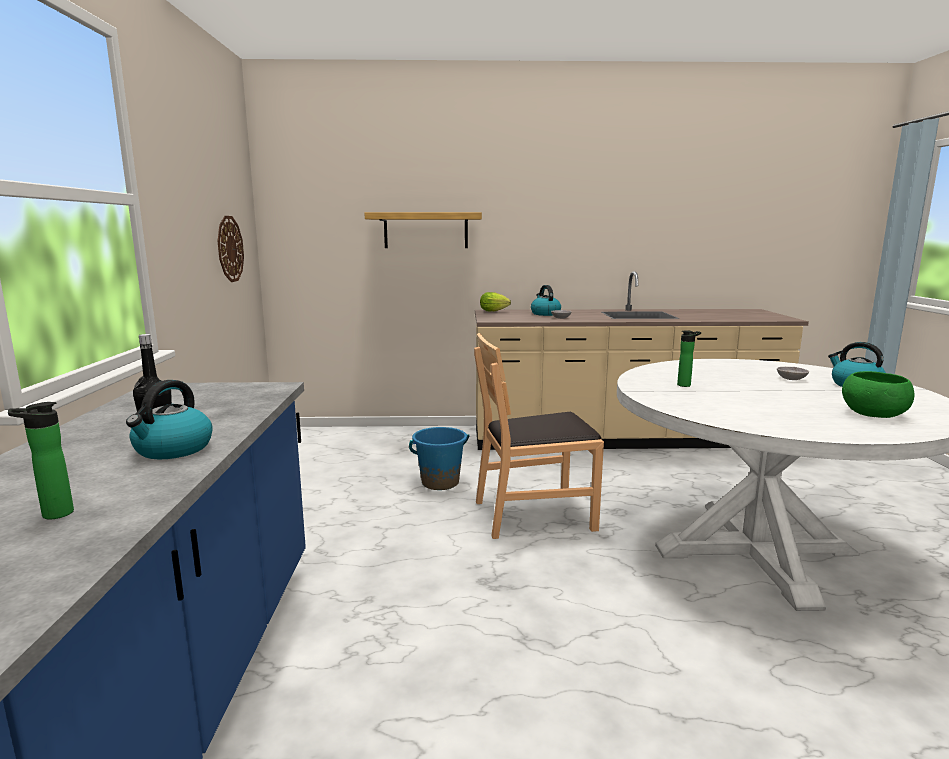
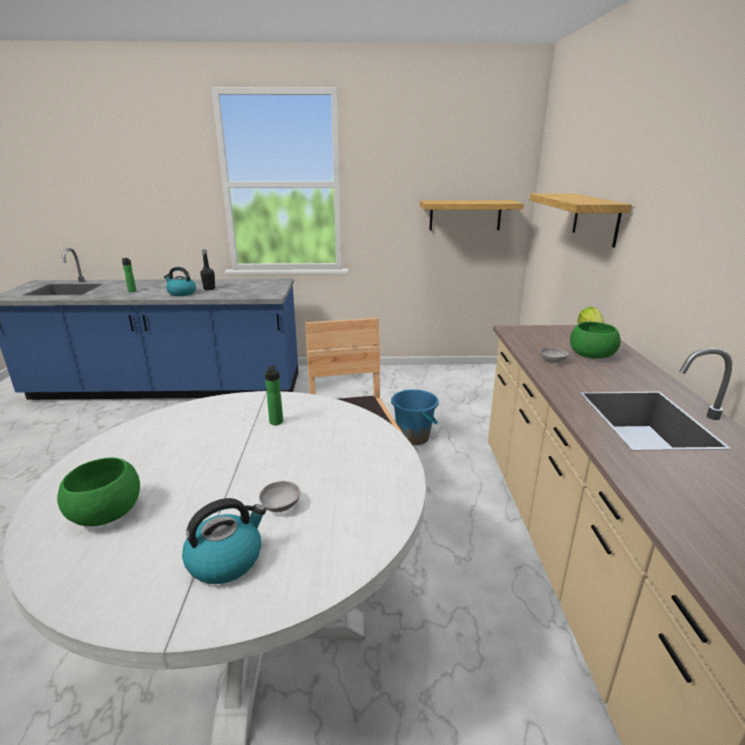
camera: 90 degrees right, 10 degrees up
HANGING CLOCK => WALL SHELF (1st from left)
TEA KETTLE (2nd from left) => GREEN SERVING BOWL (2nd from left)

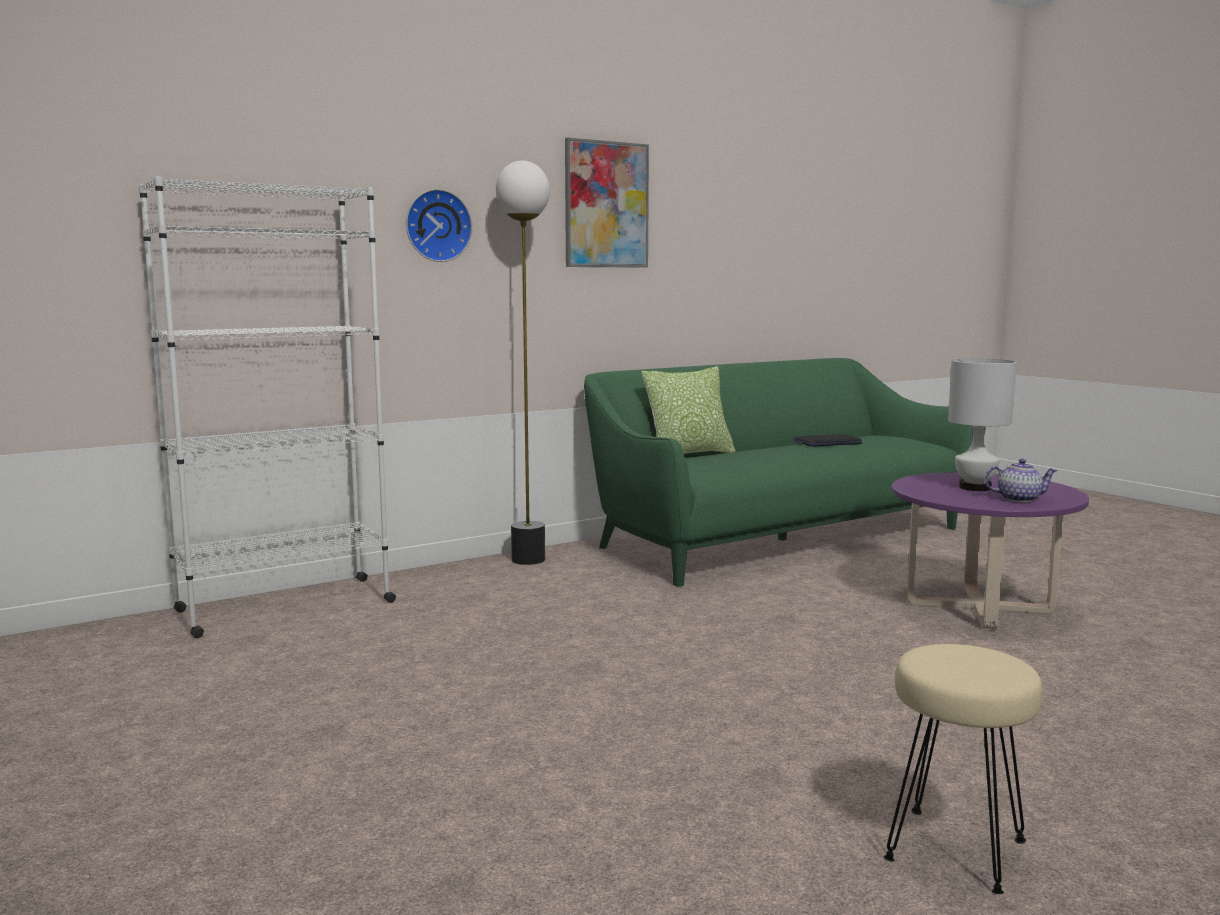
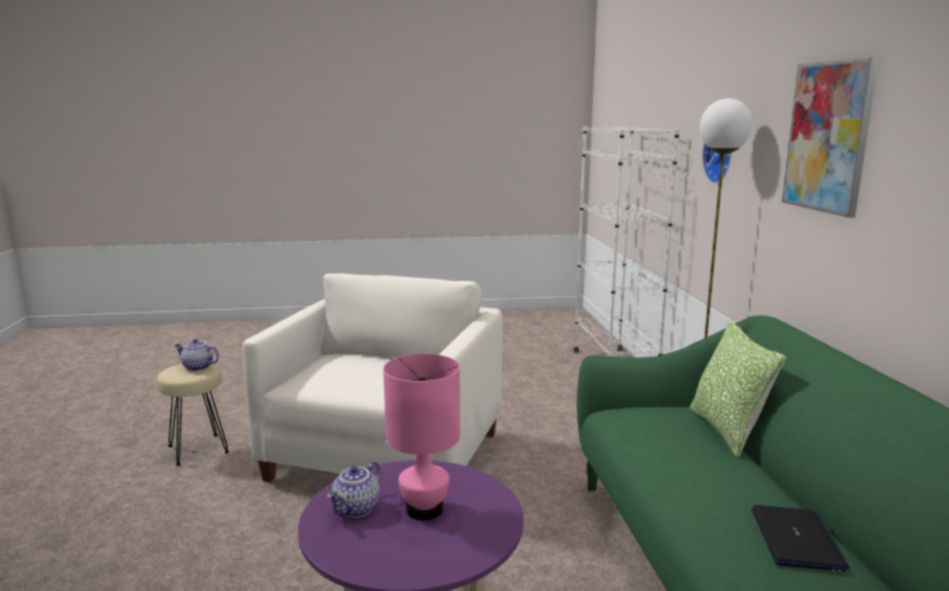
camera: 115 degrees right, 5 degrees up
nothing => POT FOR TEA (1st from left)
nothing => WHITISH ARMCHAIR
WHITISH LAMP FOR A TABLE => PINK-COLOURED LAMP FOR A TABLE

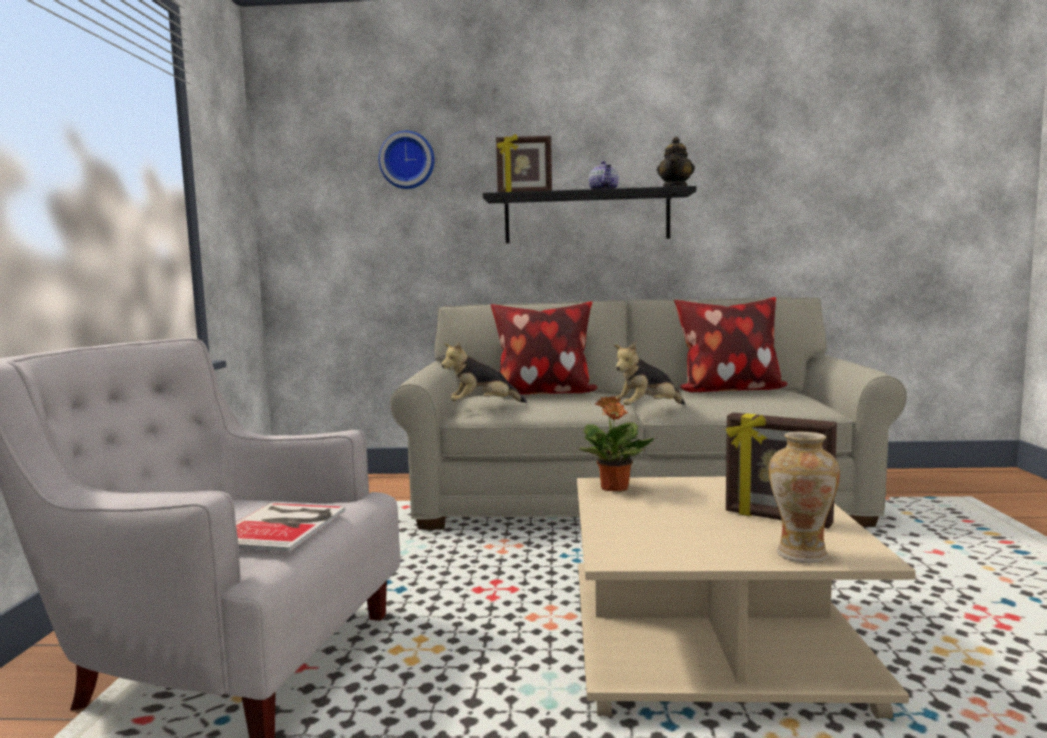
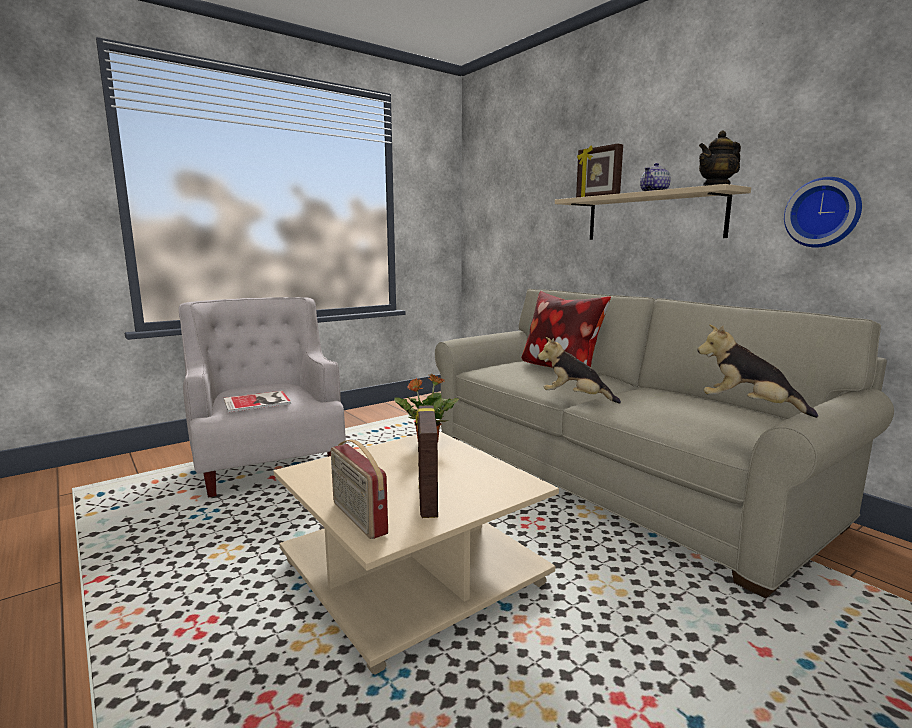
camera: 50 degrees right, 5 degrees up
VASE => RADIO RECEIVER
BLACK WALL SHELF => BEIGE WALL SHELF
PLUSH TOY (1st from left in the first image) => PLUSH TOY (2nd from left), moved
HANGING CLOCK, moved
THROW PILLOW (2nd from left) => nothing

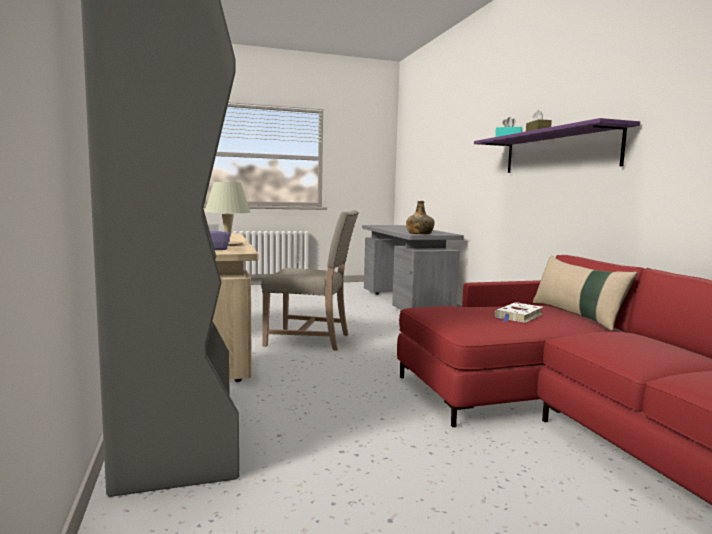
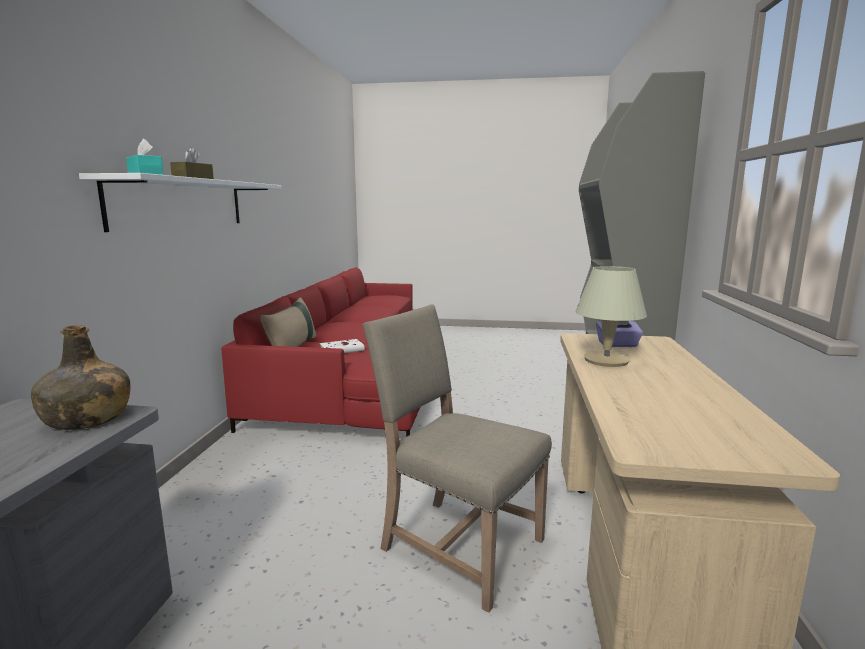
camera: 155 degrees left, 5 degrees up
PURPLE WALL SHELF => WHITISH WALL SHELF

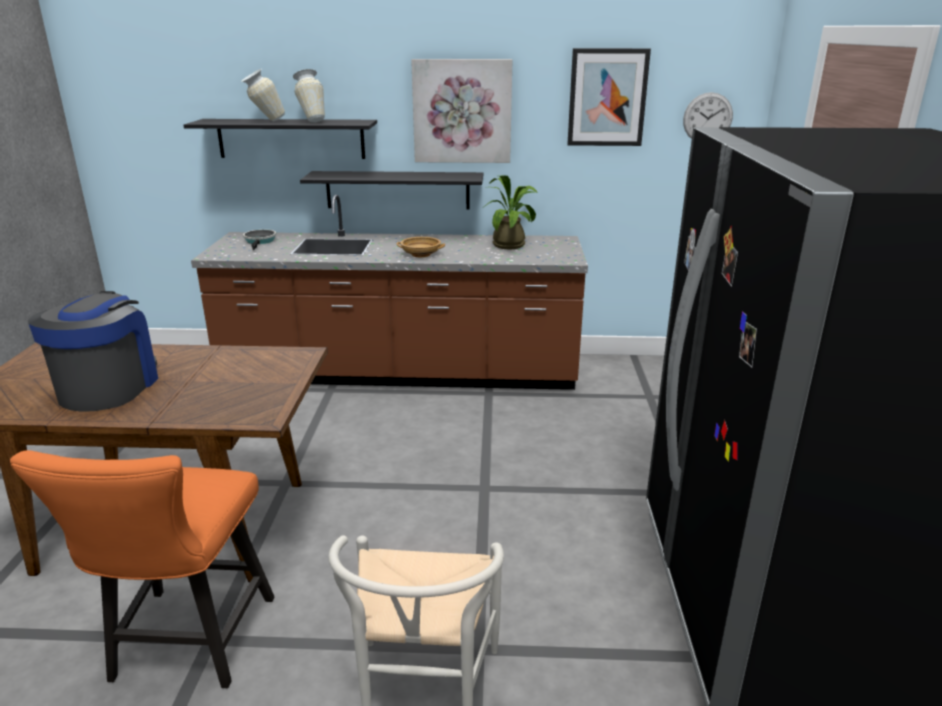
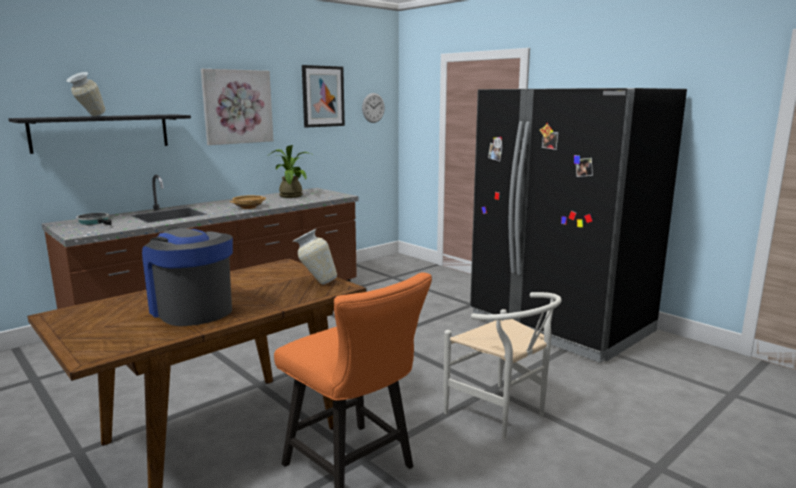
camera: 45 degrees left, 10 degrees down
VASE (2nd from left), moved
BLACK WALL SHELF (2nd from left) => nothing

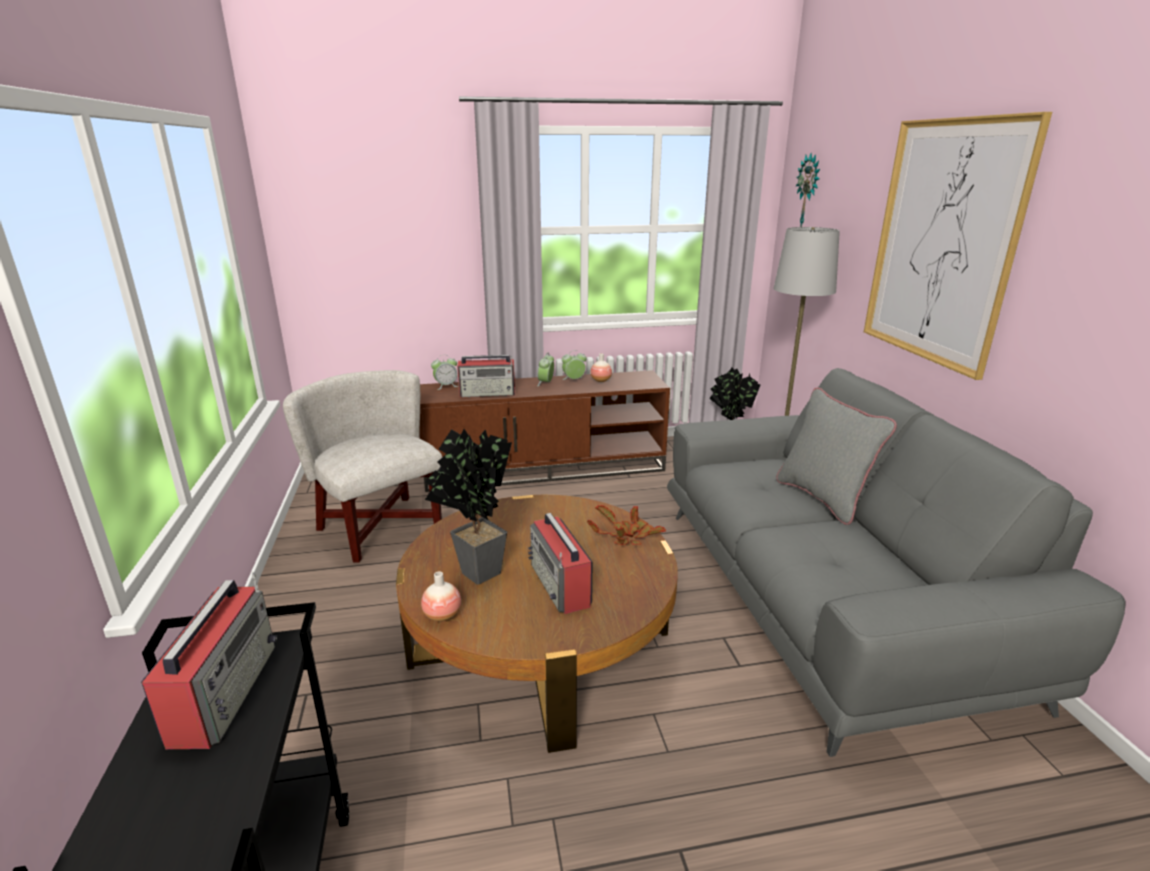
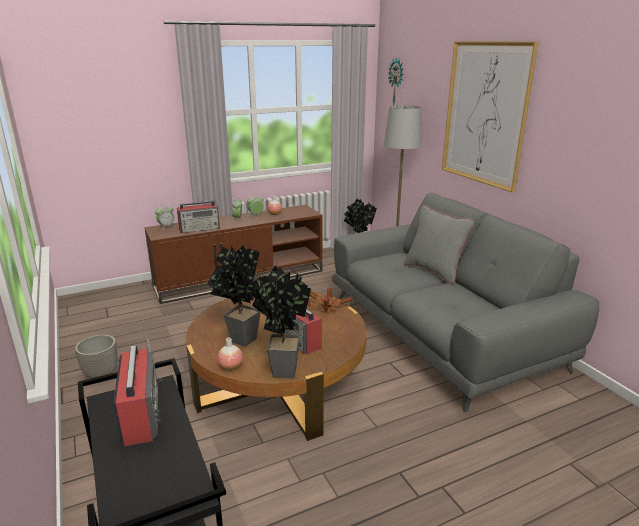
camera: 15 degrees left, 0 degrees up
nothing => FLOWER POT
nothing => PLANT IN A POT (2nd from left)
WHITISH ARMCHAIR => nothing

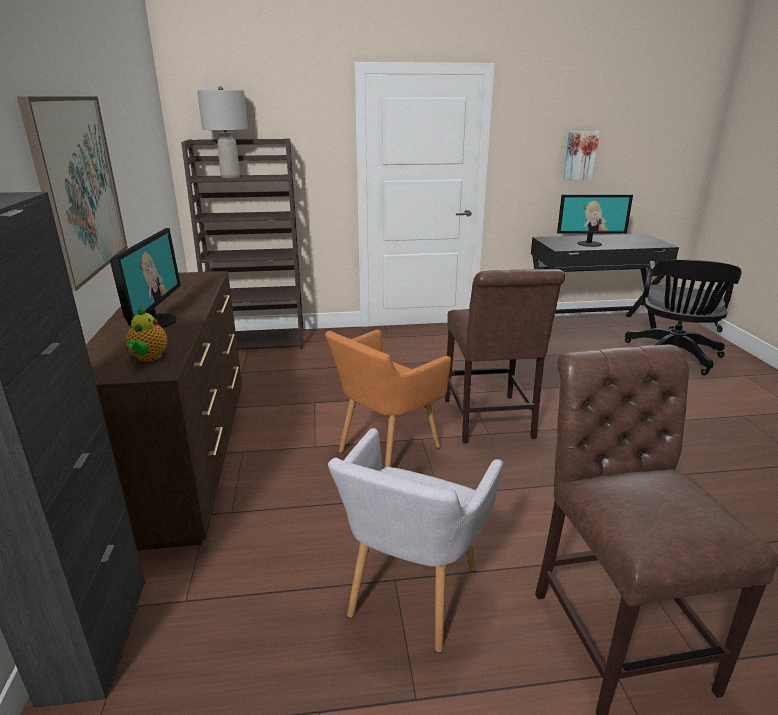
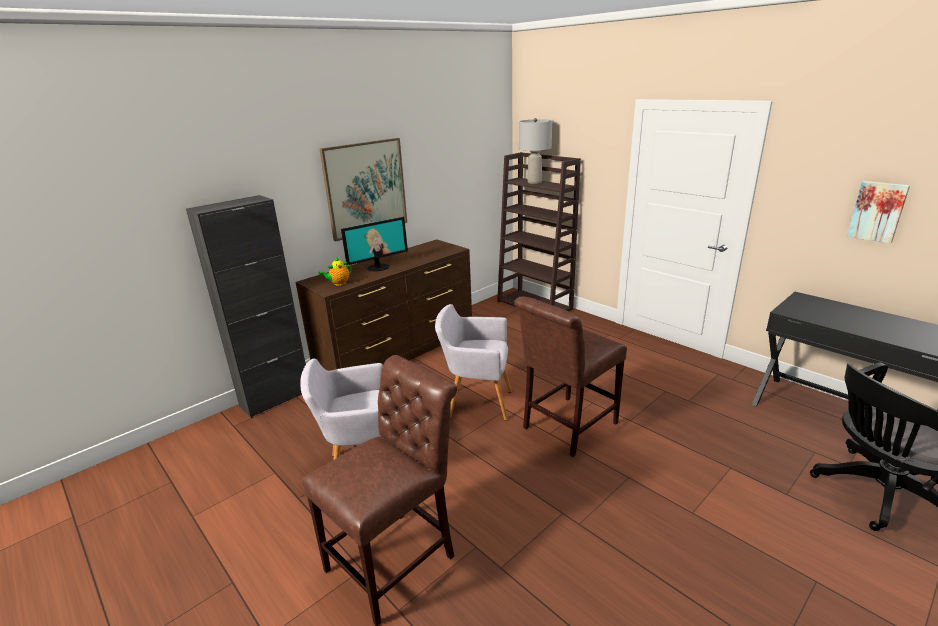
camera: 55 degrees right, 0 degrees up
ORANGE-COLOURED ARMCHAIR => GREY ARMCHAIR (2nd from left)
COMPUTER DISPLAY (2nd from left) => nothing

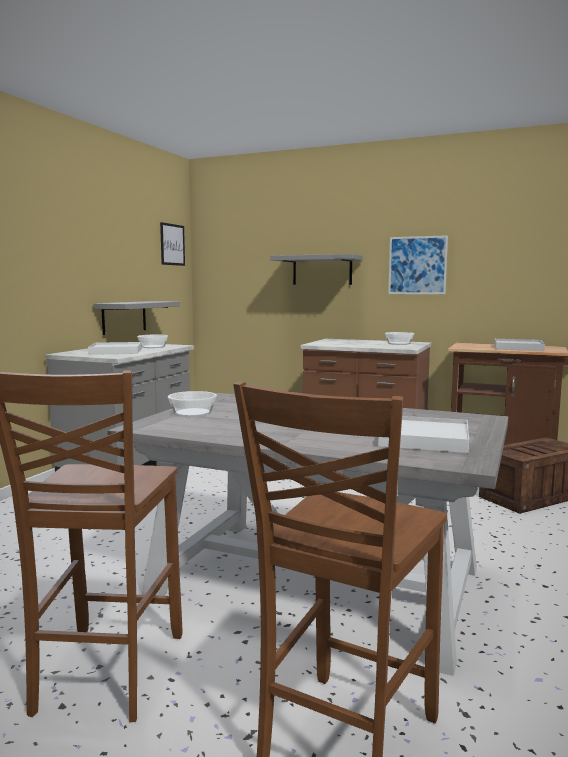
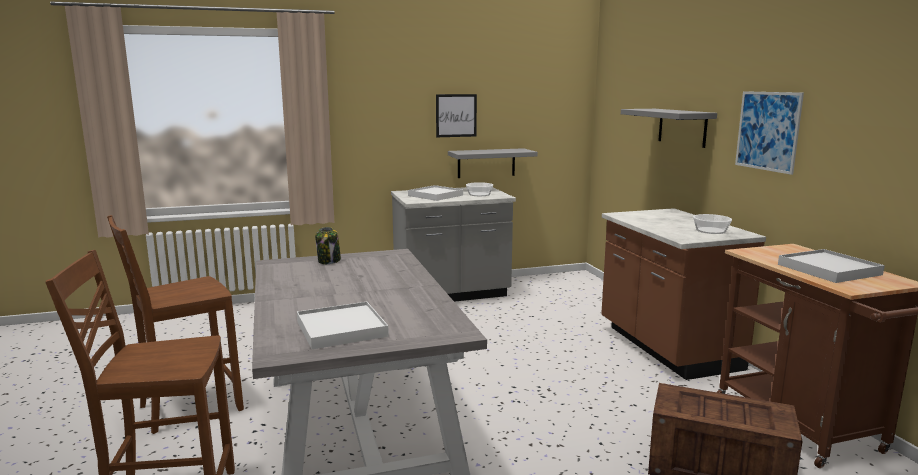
camera: 50 degrees right, 5 degrees up
SERVING BOWL (2nd from left) => JAR
WALL PICTURE (1st from left), moved

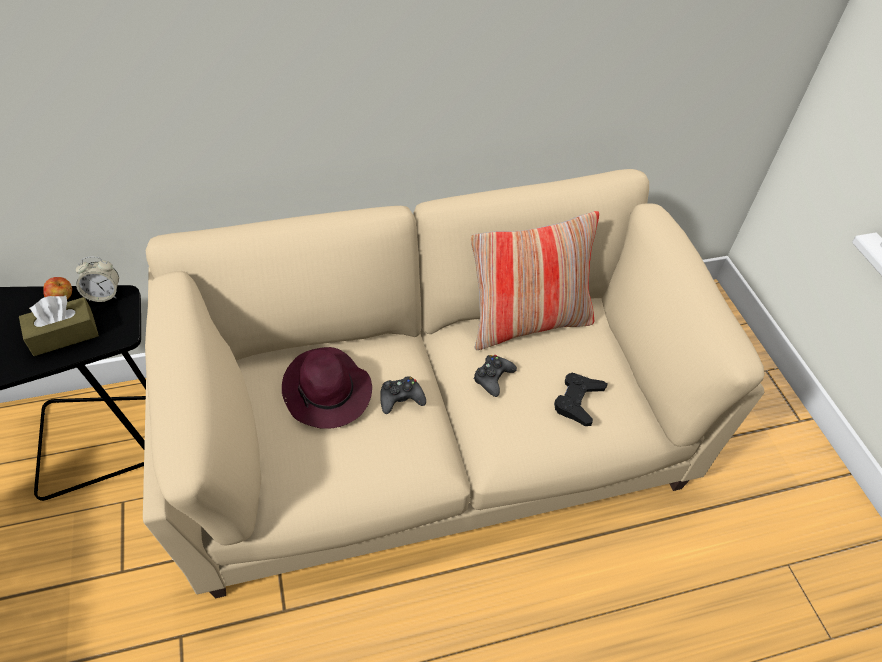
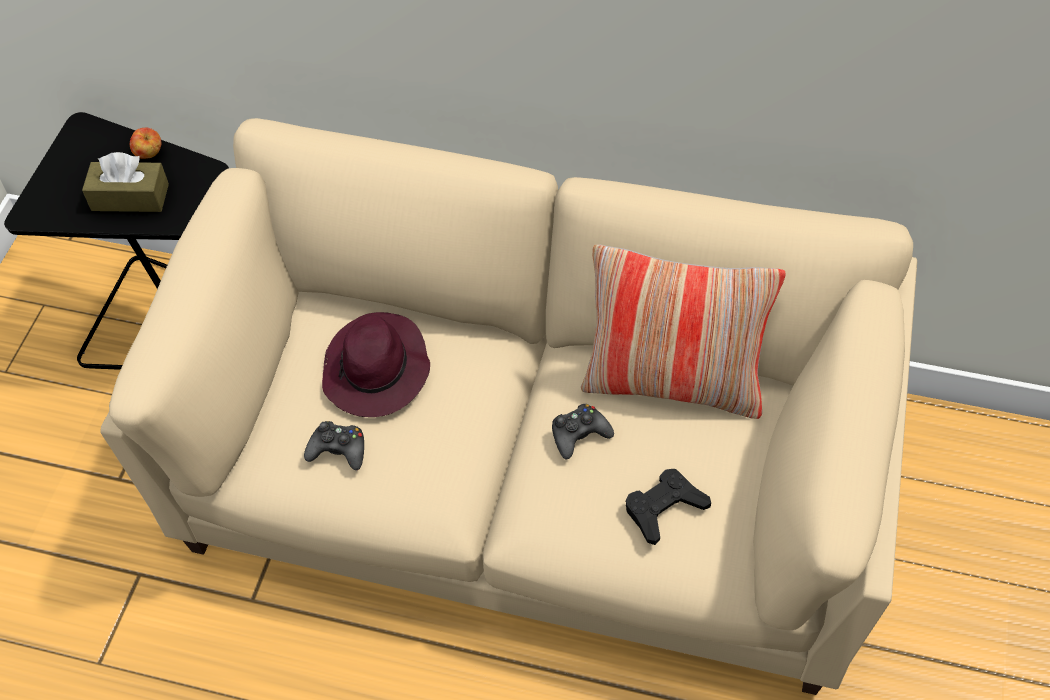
camera: 35 degrees right, 5 degrees up
BLACK JOYPAD (1st from left), moved
ALARM CLOCK => nothing

